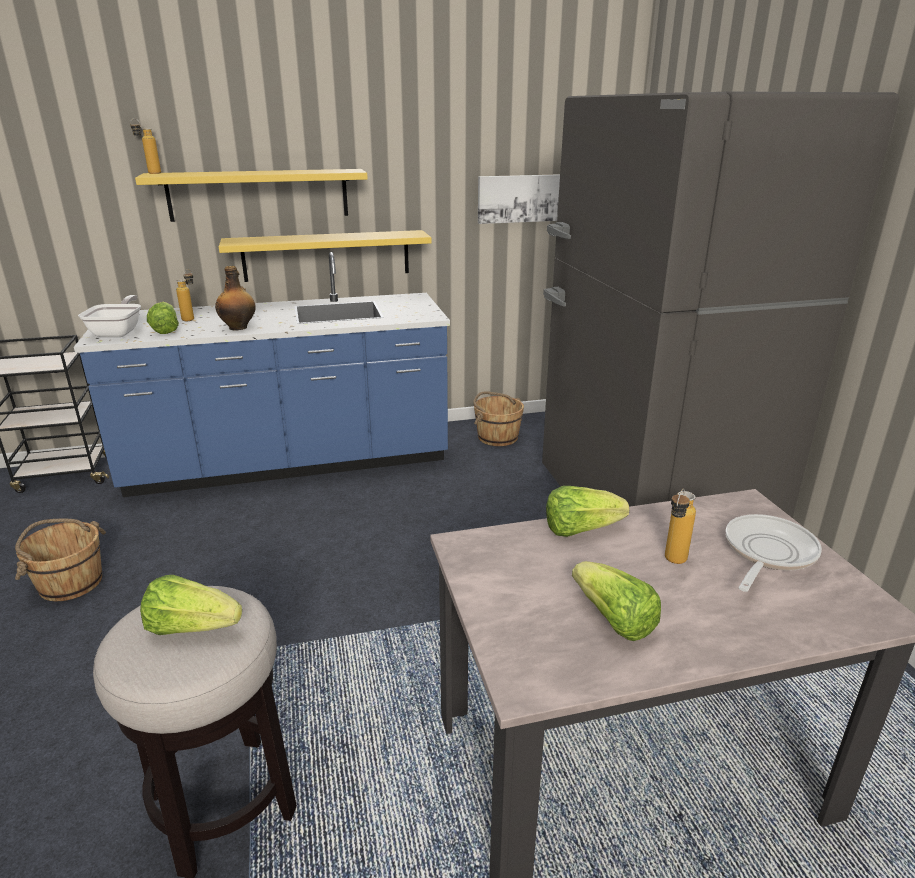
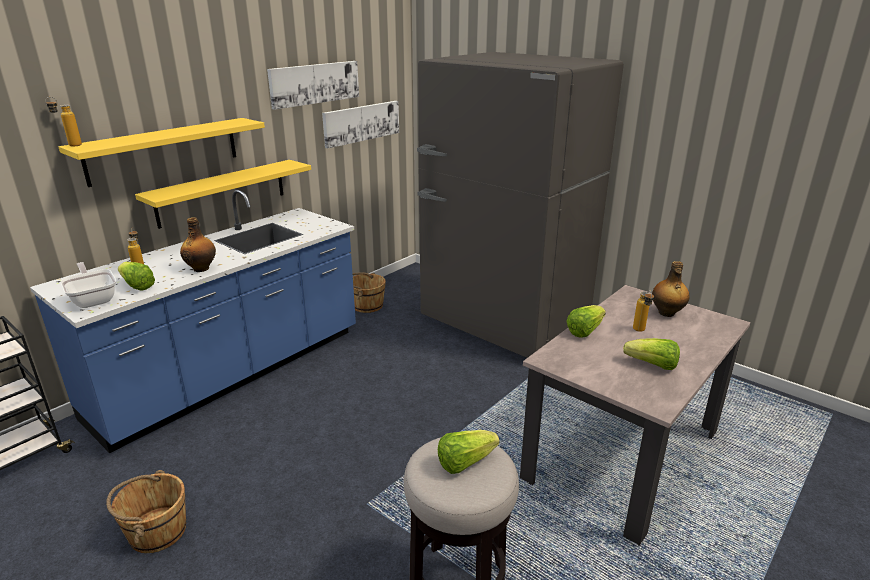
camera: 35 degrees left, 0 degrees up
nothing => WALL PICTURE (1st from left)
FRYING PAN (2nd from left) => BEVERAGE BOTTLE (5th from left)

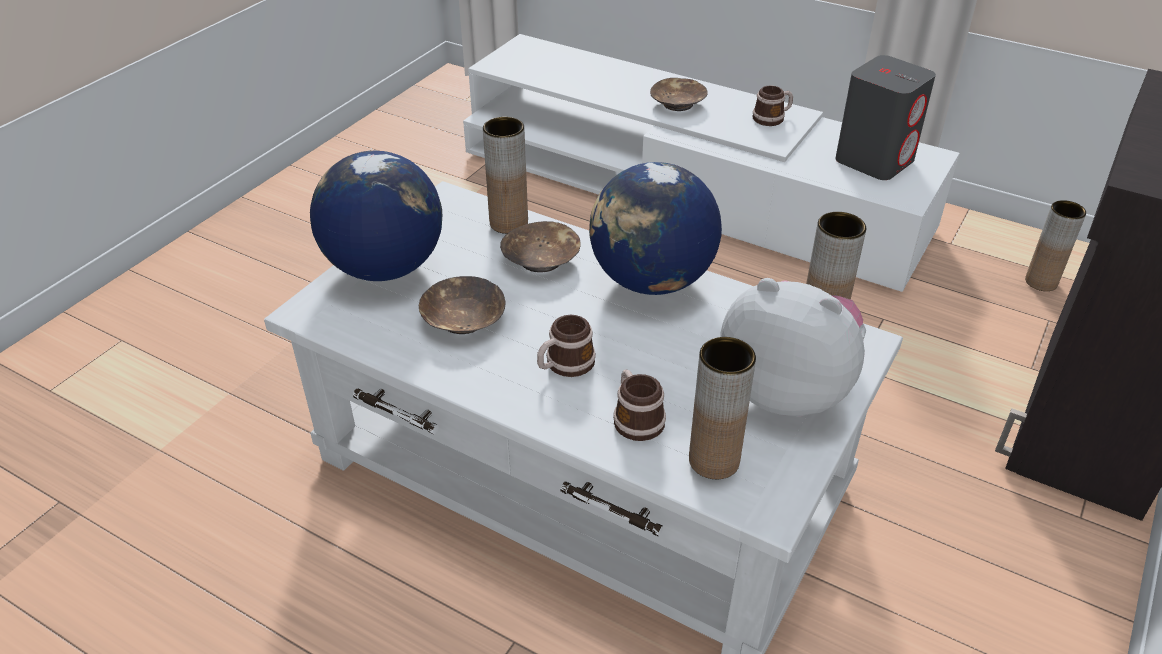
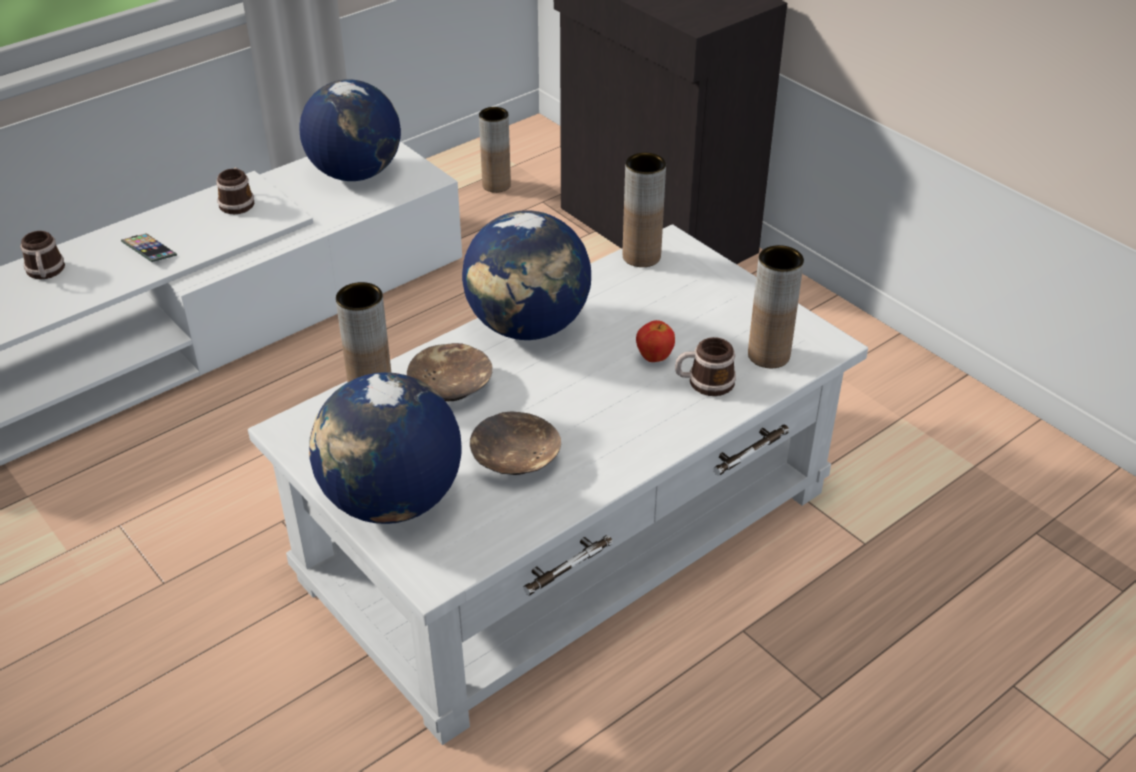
camera: 70 degrees left, 0 degrees up
TEA MUG (1st from left), moved
BROWNISH SERVING BOWL (3rd from left) => TELEPHONE
GREY AUDIO SPEAKER => DESK GLOBE (1st from left)
nothing => APPLE FRUIT
PLUSH TOY => nothing

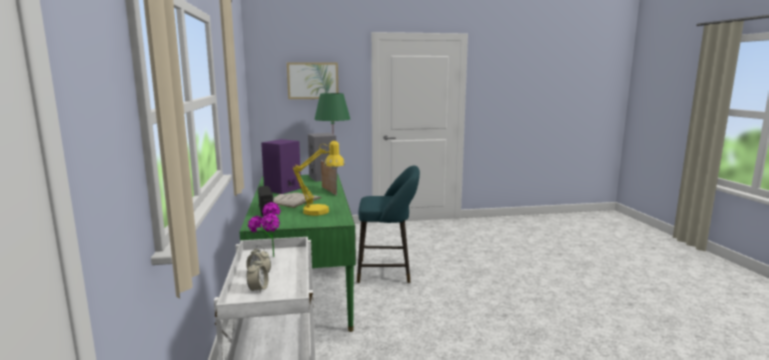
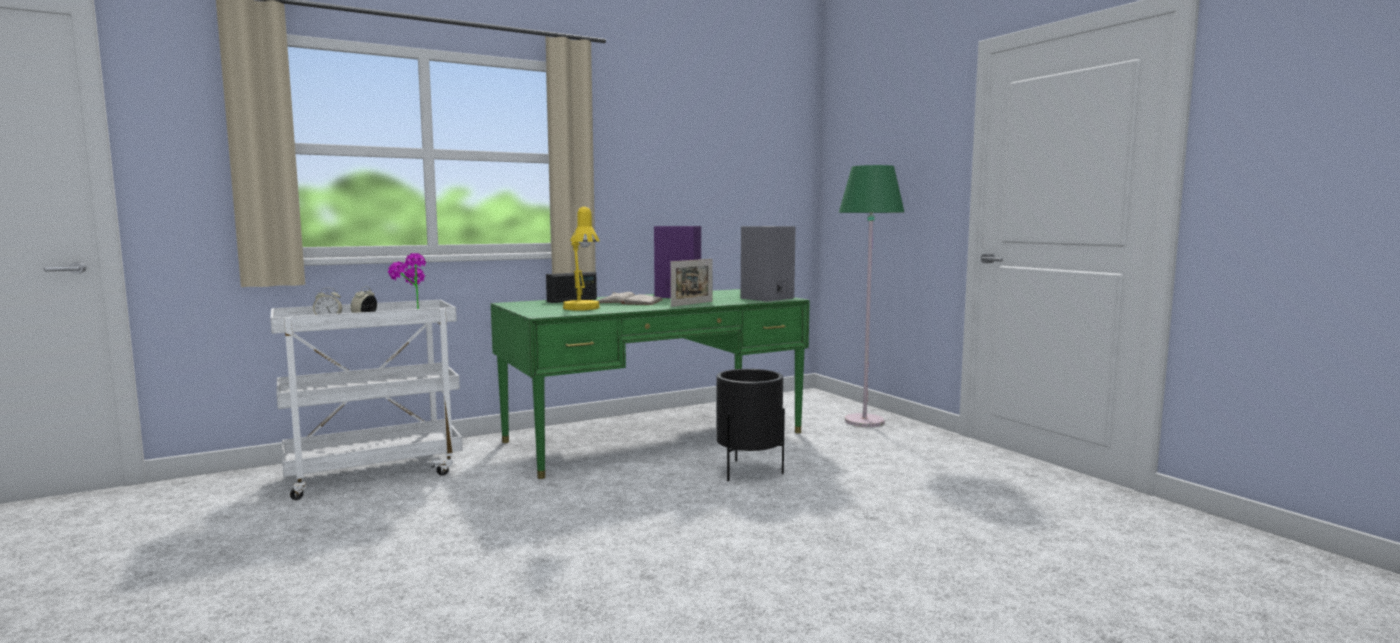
camera: 70 degrees right, 5 degrees down
TURQUOISE STOOL SEAT => BLACK FLOWER POT
WALL PICTURE => nothing

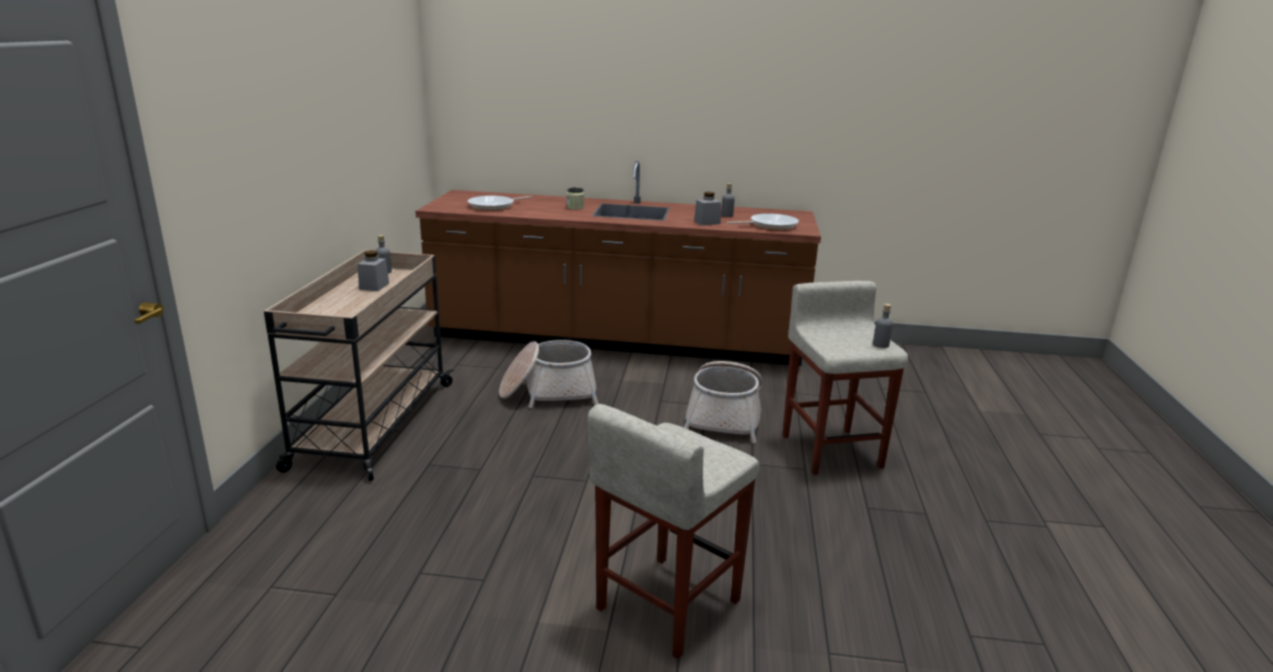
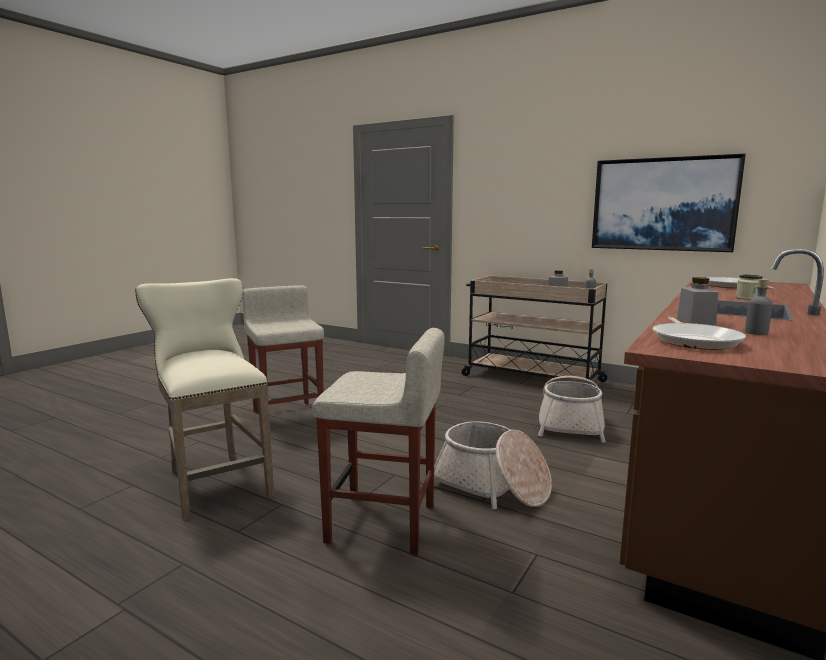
camera: 115 degrees right, 10 degrees down
nothing => BEIGE STOOL SEAT (1st from left)
nothing => WALL PICTURE
GREY BEVERAGE BOTTLE (3rd from left) => nothing

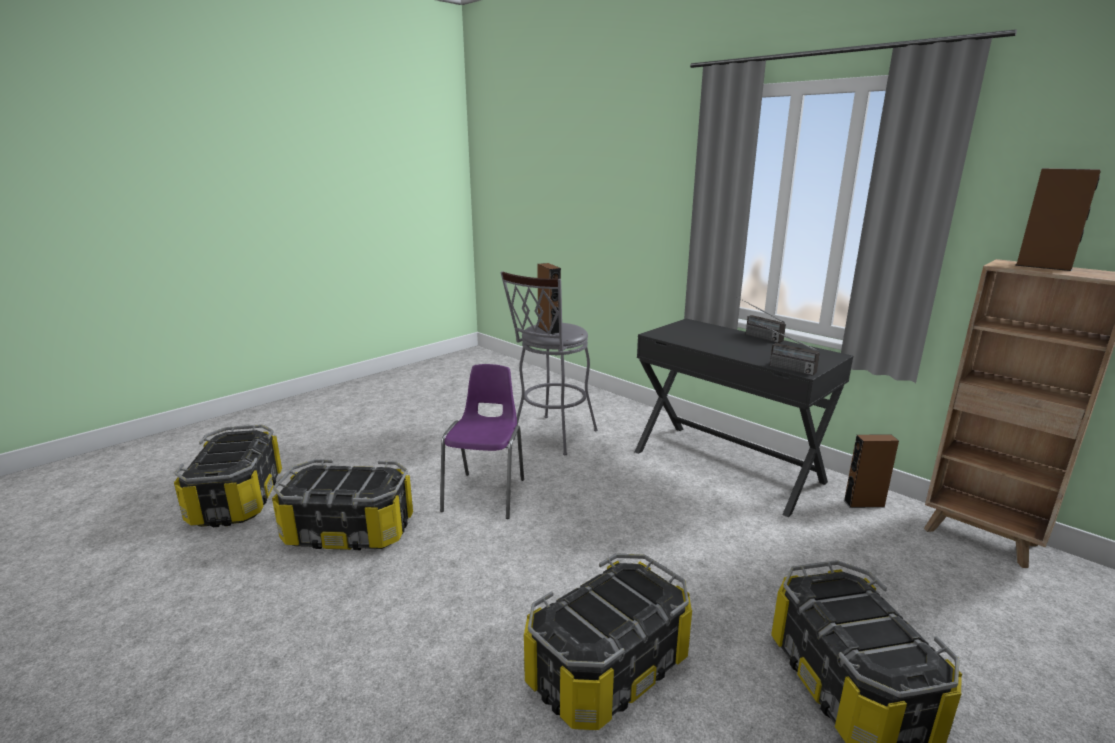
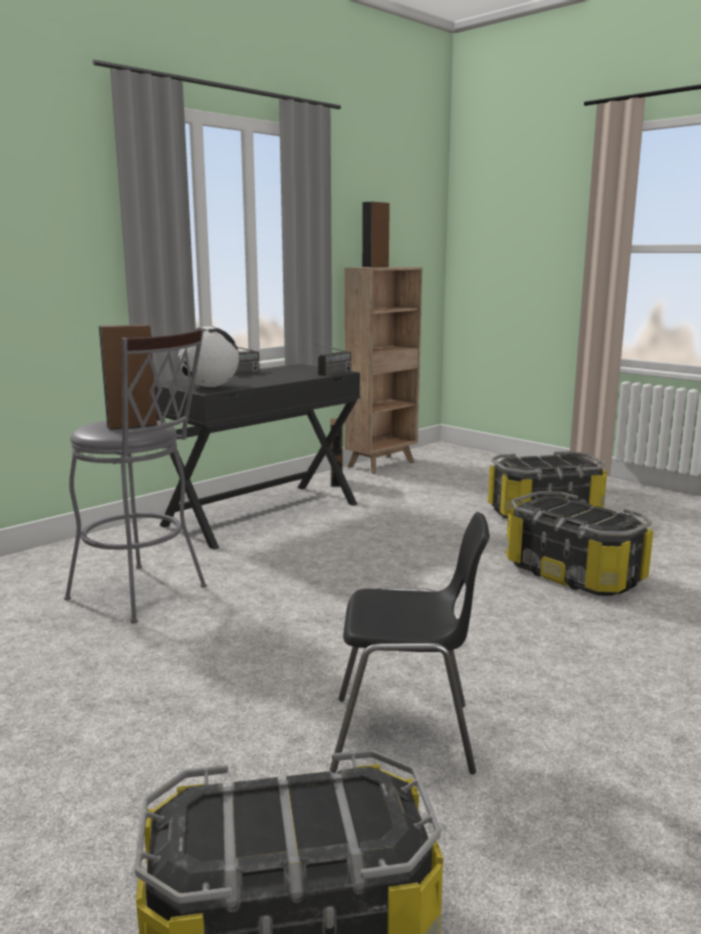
camera: 90 degrees left, 5 degrees down
nothing => DESK GLOBE
STORAGE CONTAINER (2nd from left) => BLACK PLAIN CHAIR
PURPLE PLAIN CHAIR => nothing

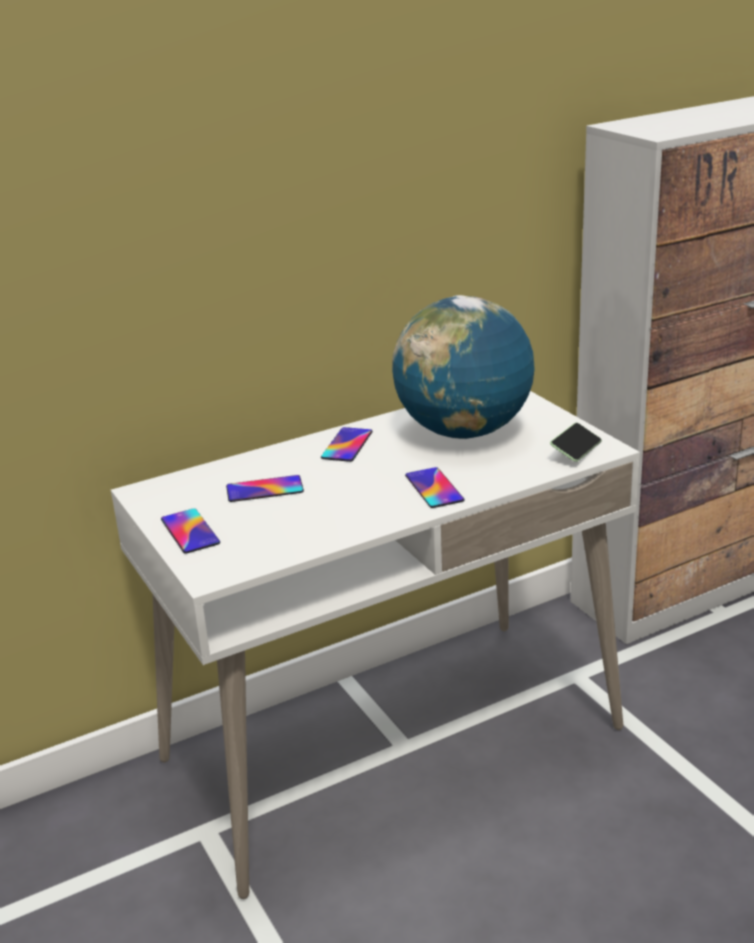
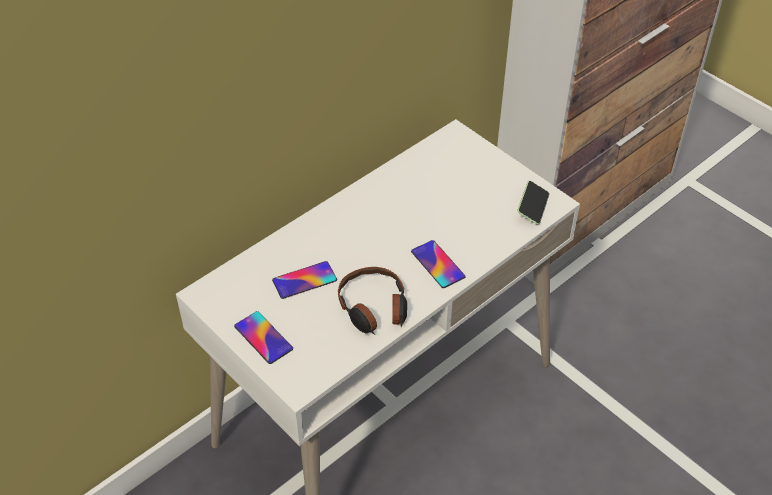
camera: 15 degrees left, 20 degrees up
nothing => PAIR OF HEADPHONES
TELEPHONE (3rd from left) => nothing
DESK GLOBE => nothing

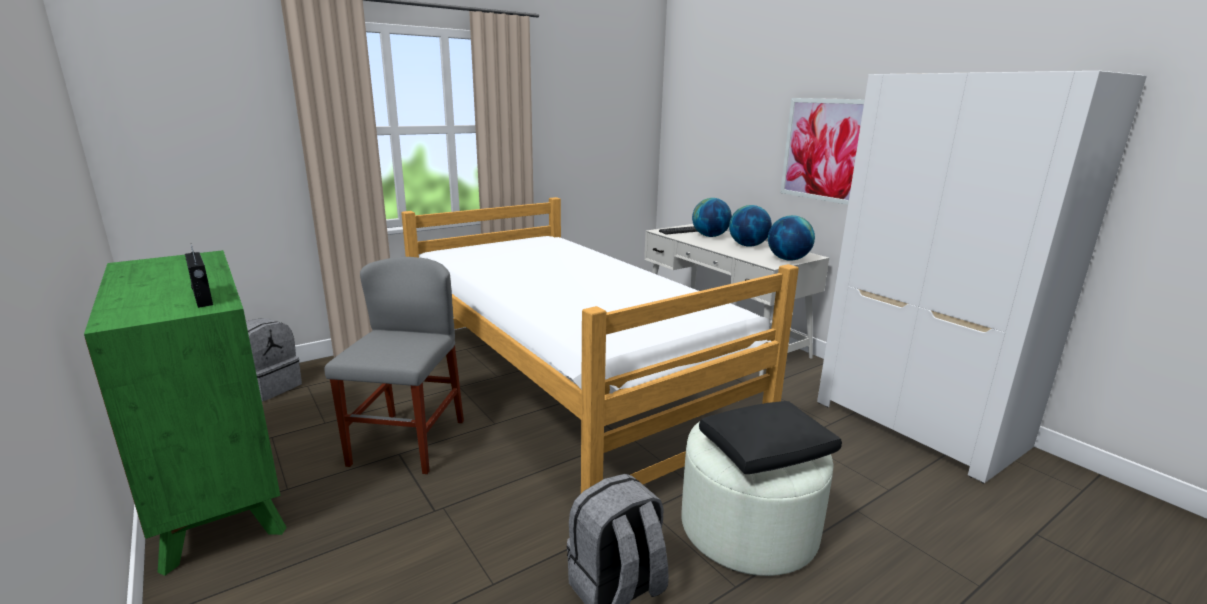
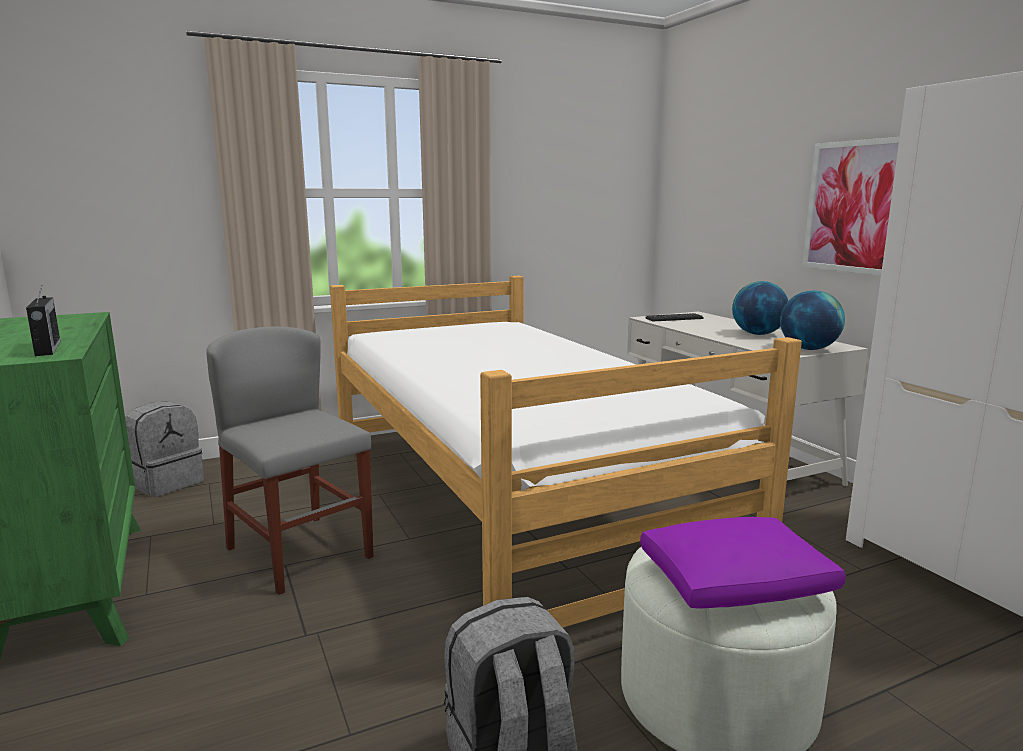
camera: 10 degrees right, 5 degrees down
GREY PLAIN CHAIR, 60 degrees counterclockwise
BLACK THROW PILLOW => PURPLE THROW PILLOW
DESK GLOBE (1st from left) => nothing

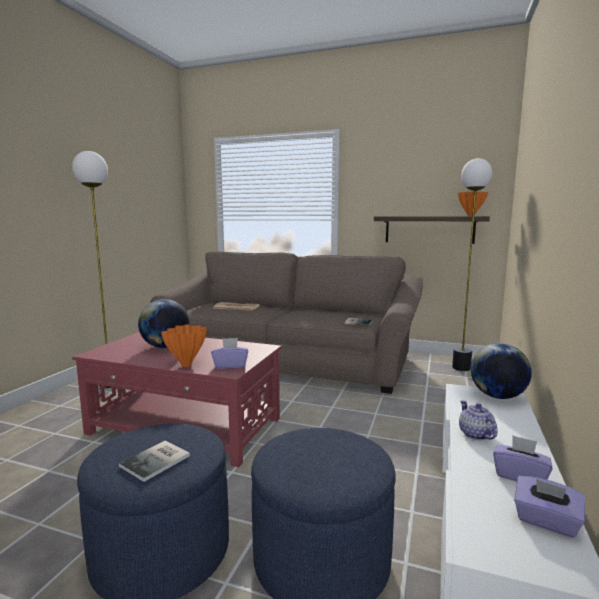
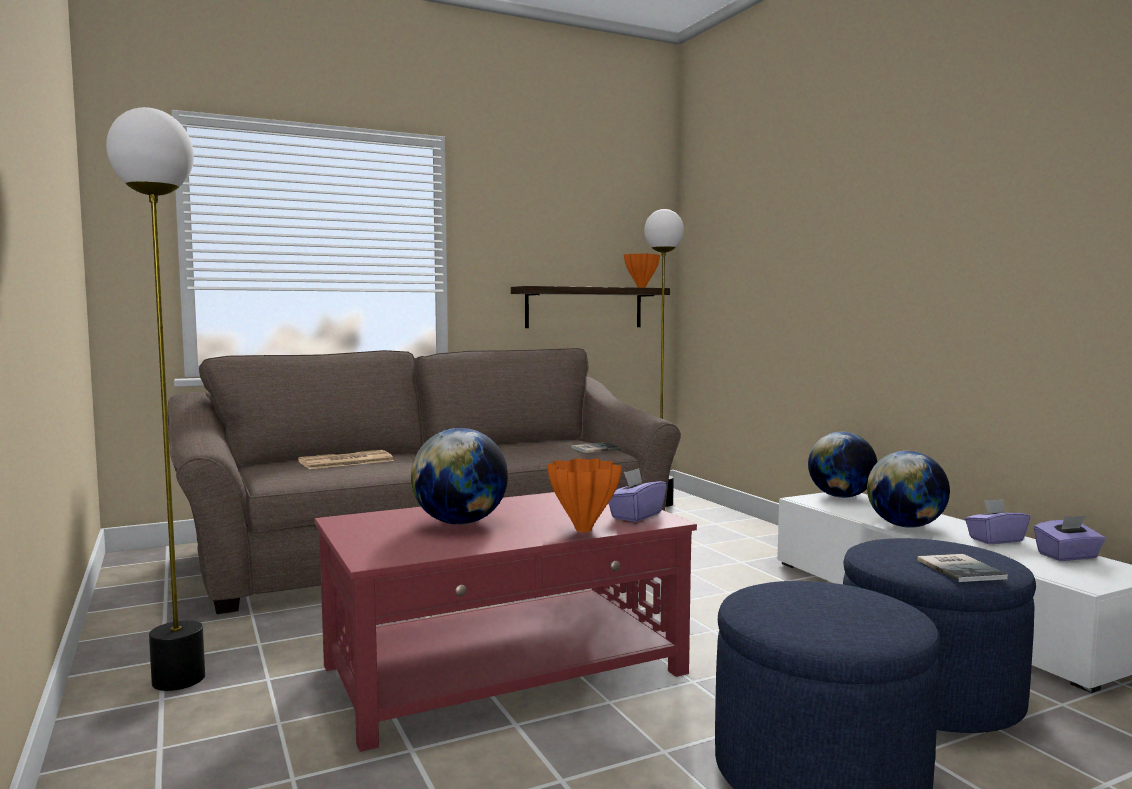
camera: 45 degrees left, 5 degrees down
POT FOR TEA => DESK GLOBE (3rd from left)
VOLUME (1st from left in the first image) => VOLUME (2nd from left), moved

